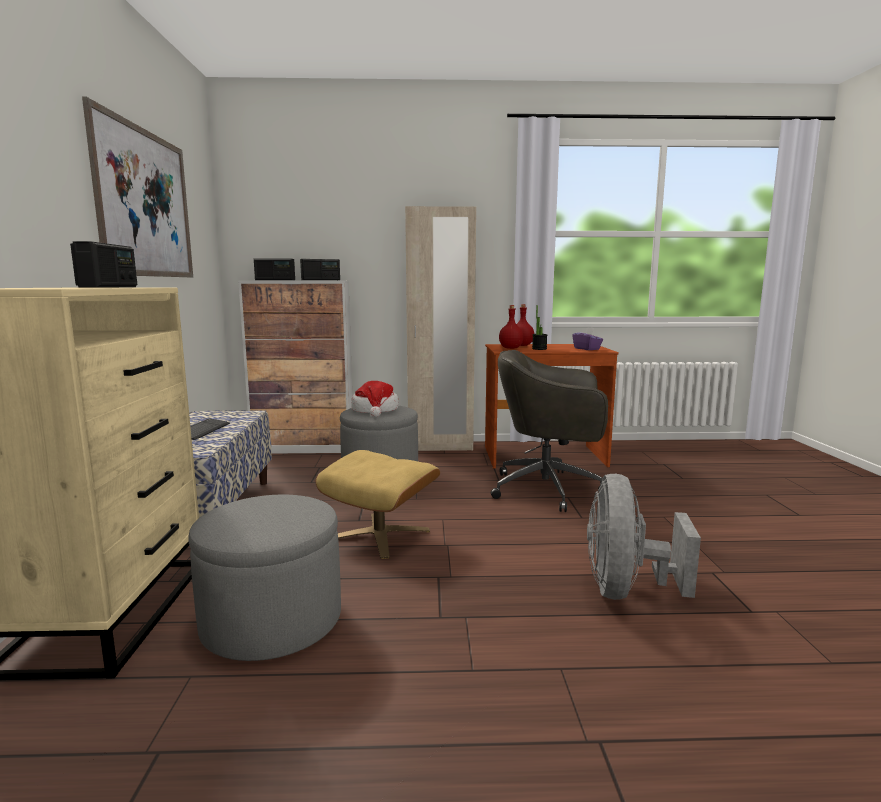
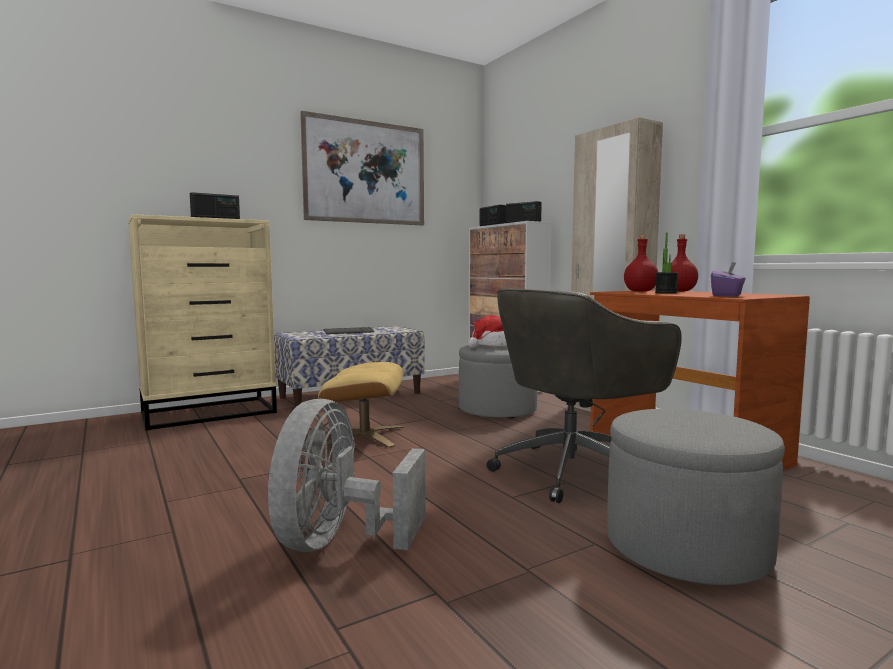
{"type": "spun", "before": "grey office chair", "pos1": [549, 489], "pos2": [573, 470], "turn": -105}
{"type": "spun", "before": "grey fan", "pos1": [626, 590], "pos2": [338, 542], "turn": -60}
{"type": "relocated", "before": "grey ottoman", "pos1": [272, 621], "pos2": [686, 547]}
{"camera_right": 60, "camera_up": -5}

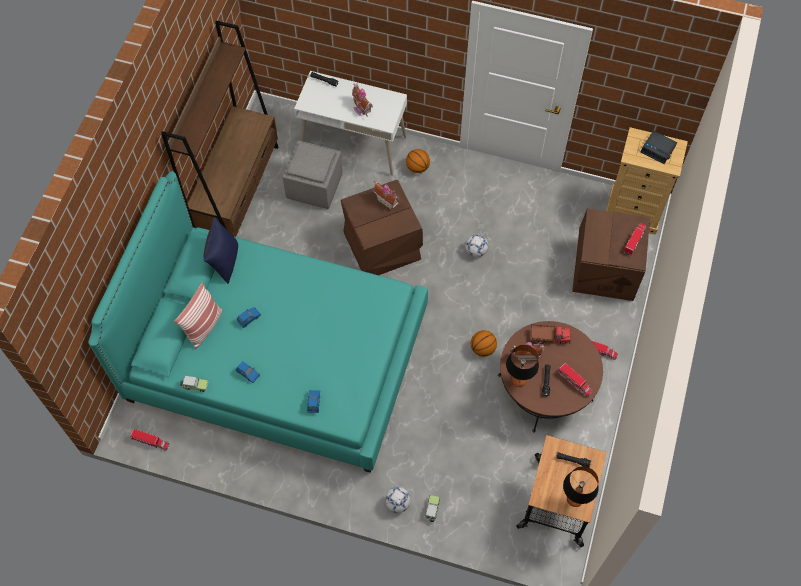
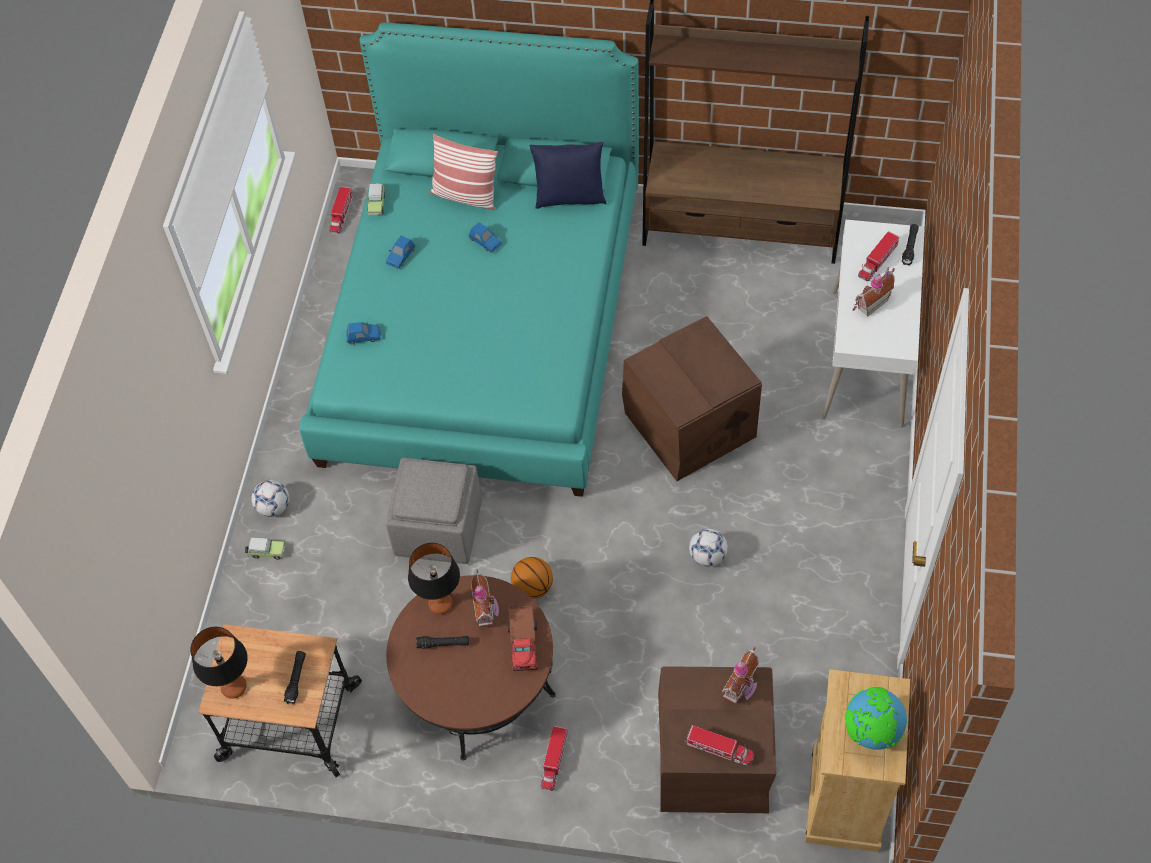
{"type": "exchanged", "before": "alarm clock", "after": "globe", "pos1": [658, 149], "pos2": [872, 731]}
{"type": "relocated", "before": "grey ottoman", "pos1": [314, 186], "pos2": [439, 528]}
{"type": "missing", "before": "basketball", "pos1": [417, 167]}
{"type": "relocated", "before": "toy house", "pos1": [387, 200], "pos2": [742, 688]}
{"type": "relocated", "before": "toy truck", "pos1": [574, 382], "pos2": [877, 261]}
{"camera_right": 85, "camera_up": -5}

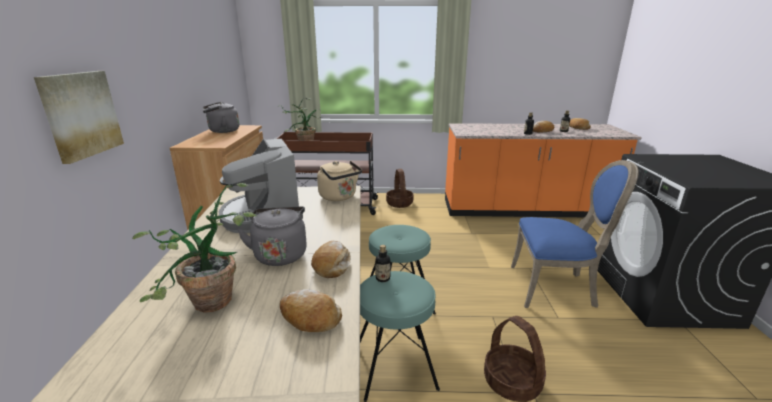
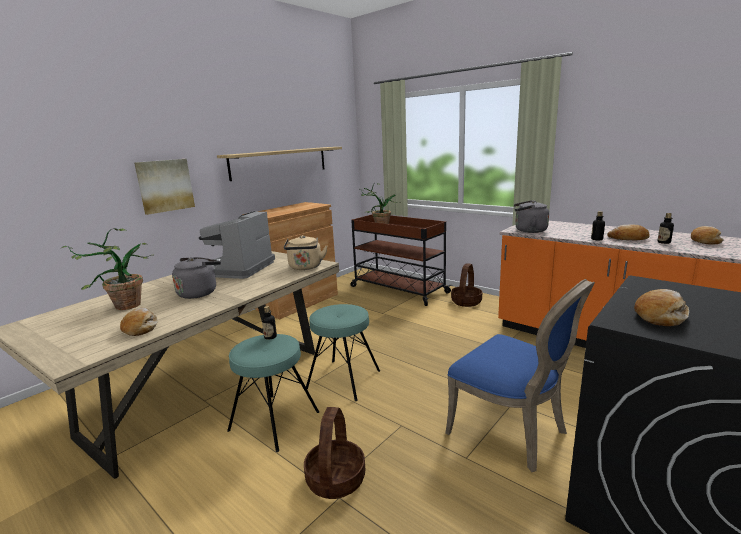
{"type": "relocated", "before": "grey kettle", "pos1": [222, 131], "pos2": [528, 230]}
{"type": "relocated", "before": "bread", "pos1": [332, 265], "pos2": [660, 315]}
{"type": "appeared", "after": "shelf", "pos2": [280, 162]}
{"camera_right": 40, "camera_up": -5}

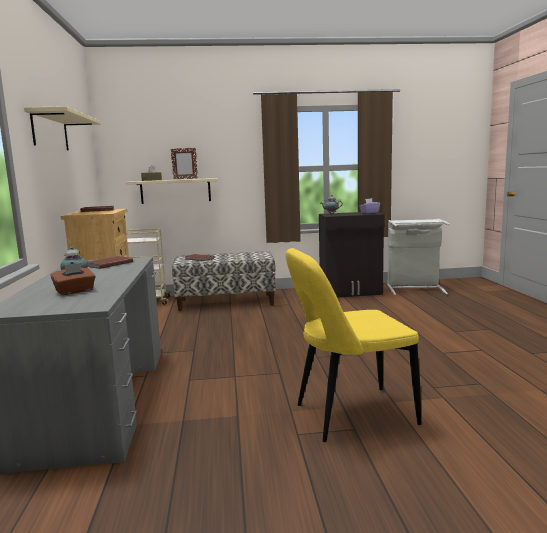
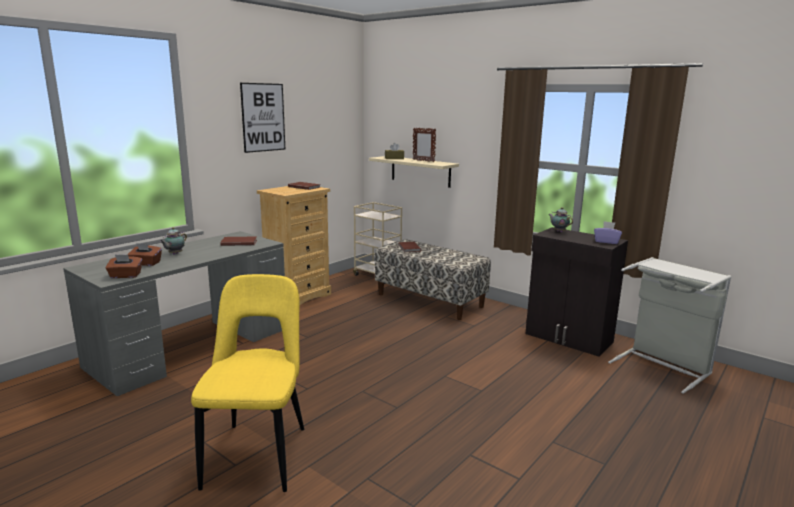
{"type": "exchanged", "before": "beige shelf", "after": "picture", "pos1": [50, 131], "pos2": [263, 117]}
{"type": "spun", "before": "yellow chair", "pos1": [349, 415], "pos2": [258, 453], "turn": 60}
{"type": "appeared", "after": "brown tissue box", "pos2": [125, 276]}
{"camera_right": 45, "camera_up": 5}

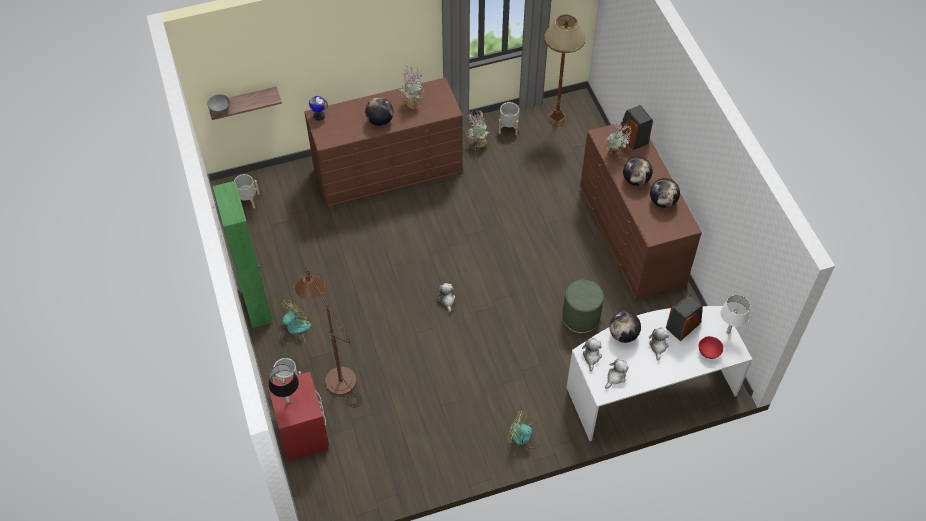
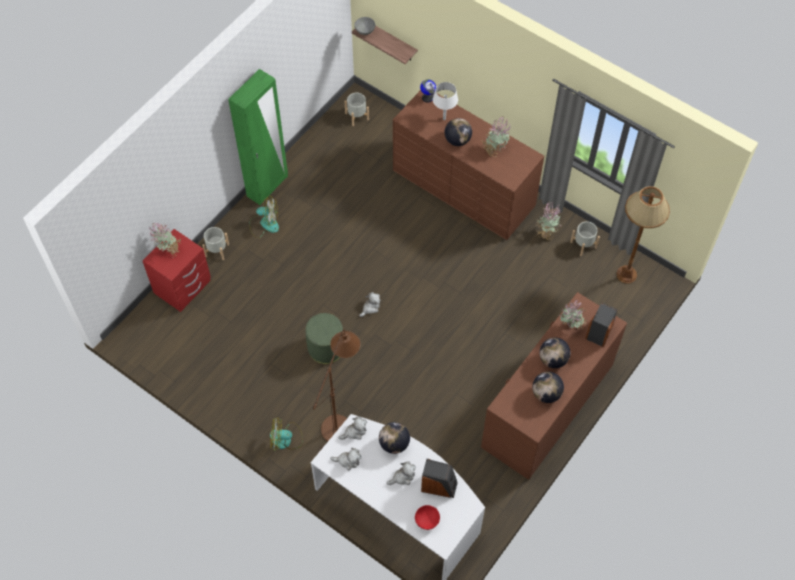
{"type": "relocated", "before": "brown floor lamp", "pos1": [336, 374], "pos2": [340, 421]}
{"type": "relocated", "before": "green ottoman", "pos1": [580, 318], "pos2": [326, 348]}
{"type": "relocated", "before": "white table lamp", "pos1": [728, 332], "pos2": [444, 119]}
{"type": "exchanged", "before": "black table lamp", "after": "potted plant", "pos1": [288, 401], "pos2": [168, 251]}
{"type": "spun", "before": "fan", "pos1": [525, 436], "pos2": [286, 439], "turn": -75}
{"camera_right": 55, "camera_up": 5}

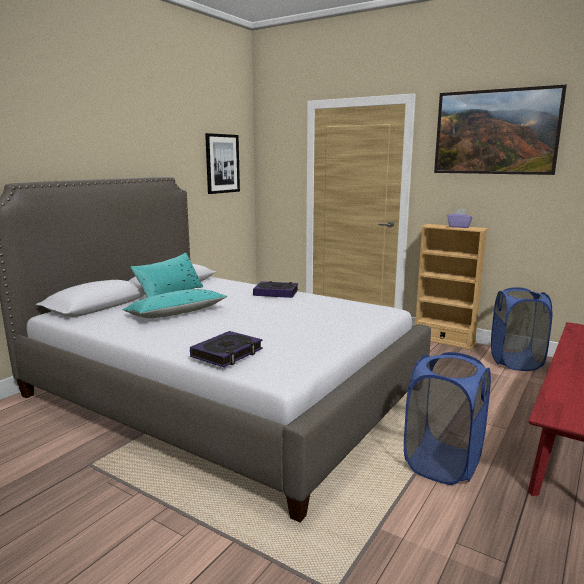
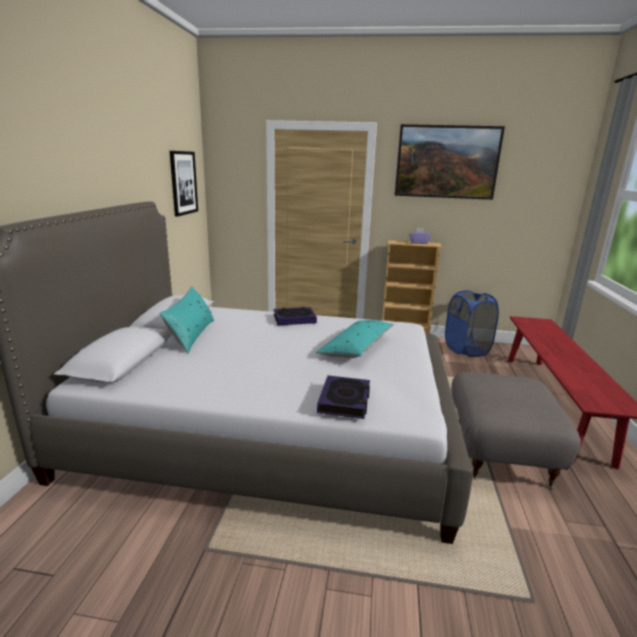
{"type": "relocated", "before": "turquoise pillow", "pos1": [176, 314], "pos2": [356, 348]}
{"type": "exchanged", "before": "blue laundry basket", "after": "grey ottoman", "pos1": [442, 463], "pos2": [497, 452]}
{"camera_right": -25, "camera_up": 5}

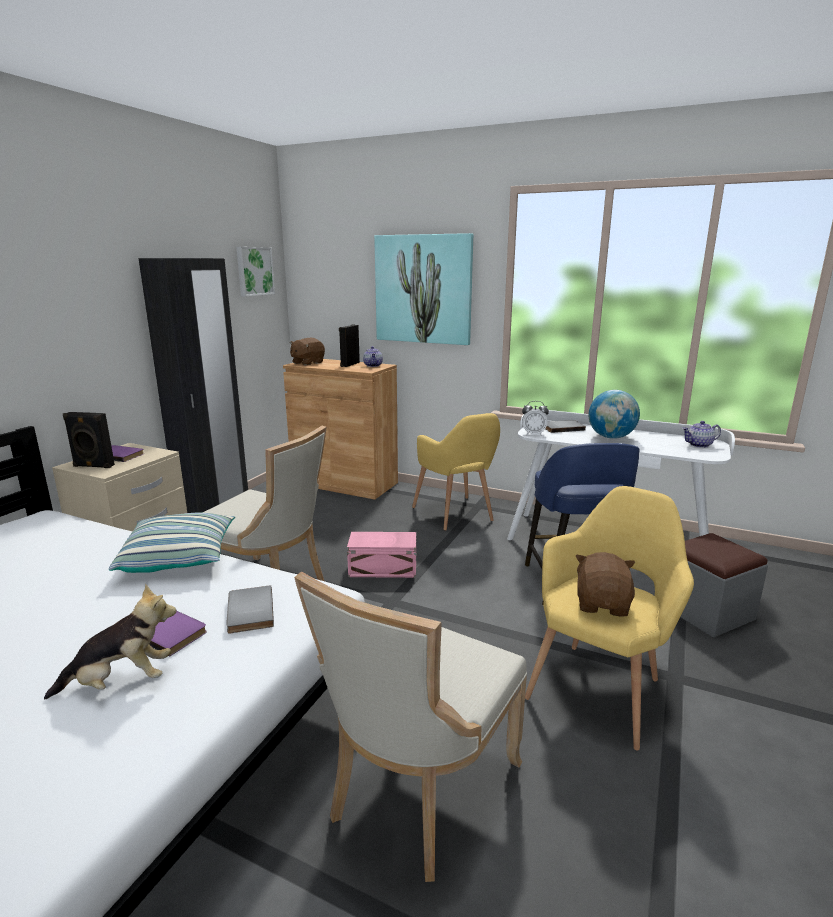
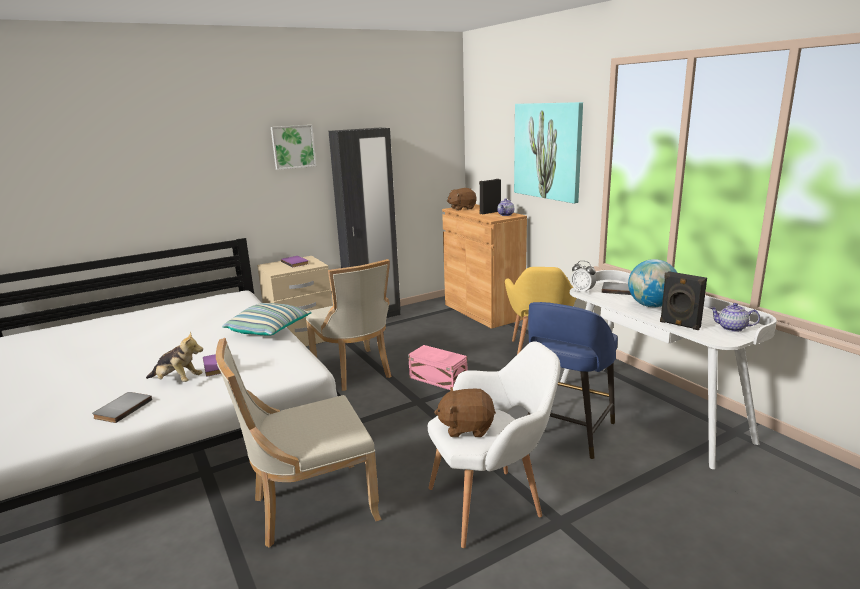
{"type": "relocated", "before": "picture", "pos1": [254, 271], "pos2": [293, 146]}
{"type": "relocated", "before": "black speaker", "pos1": [93, 466], "pos2": [679, 325]}
{"type": "colour", "before": "yellow armchair", "after": "white armchair", "pos1": [601, 686], "pos2": [492, 503]}
{"type": "missing", "before": "grey ottoman", "pos1": [706, 612]}
{"type": "spun", "before": "brown plush toy", "pos1": [602, 604], "pos2": [466, 427], "turn": -135}
{"type": "relocated", "before": "grey book", "pos1": [248, 611], "pos2": [121, 409]}
{"camera_right": 35, "camera_up": 0}

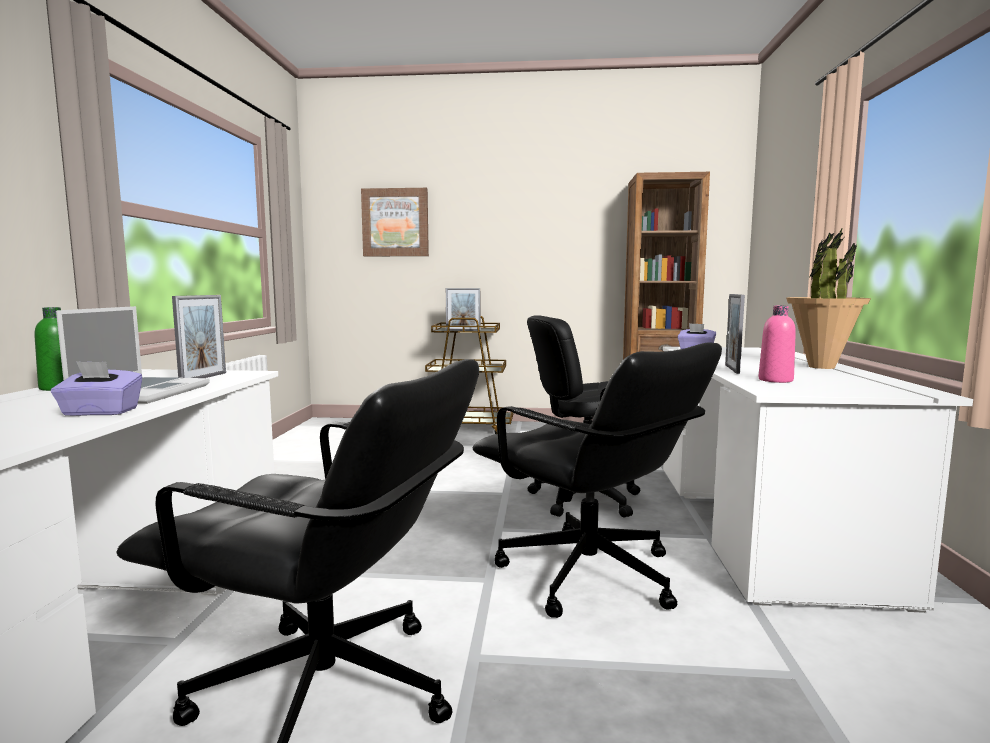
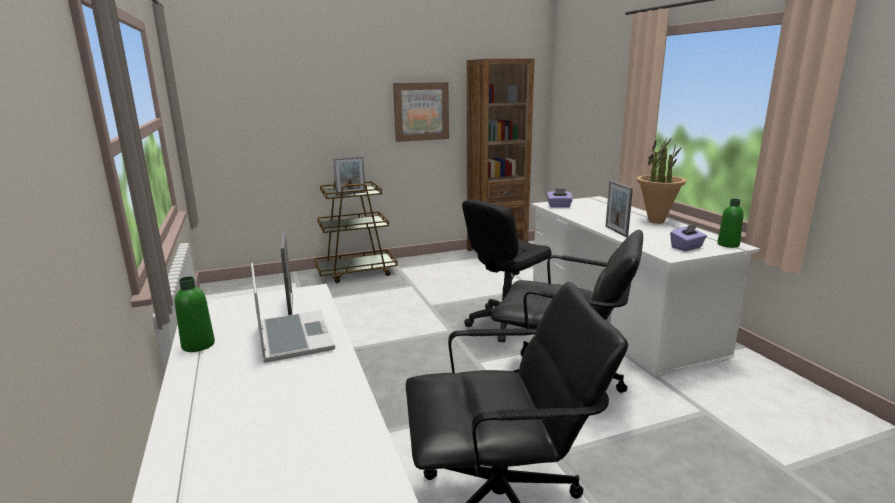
{"type": "relocated", "before": "picture", "pos1": [395, 222], "pos2": [421, 111]}
{"type": "missing", "before": "pink bottle", "pos1": [775, 380]}
{"type": "relocated", "before": "purple tissue box", "pos1": [100, 412], "pos2": [687, 248]}
{"type": "appeared", "after": "green bottle", "pos2": [728, 245]}
{"camera_right": -25, "camera_up": 10}

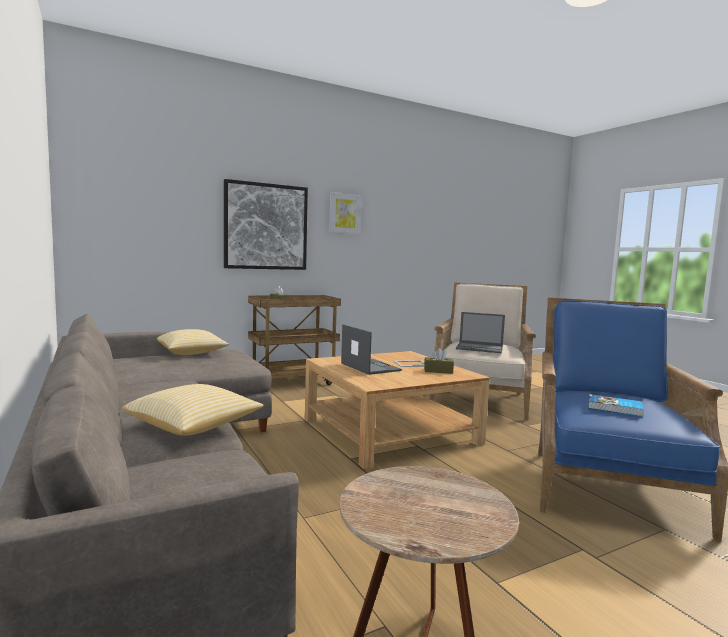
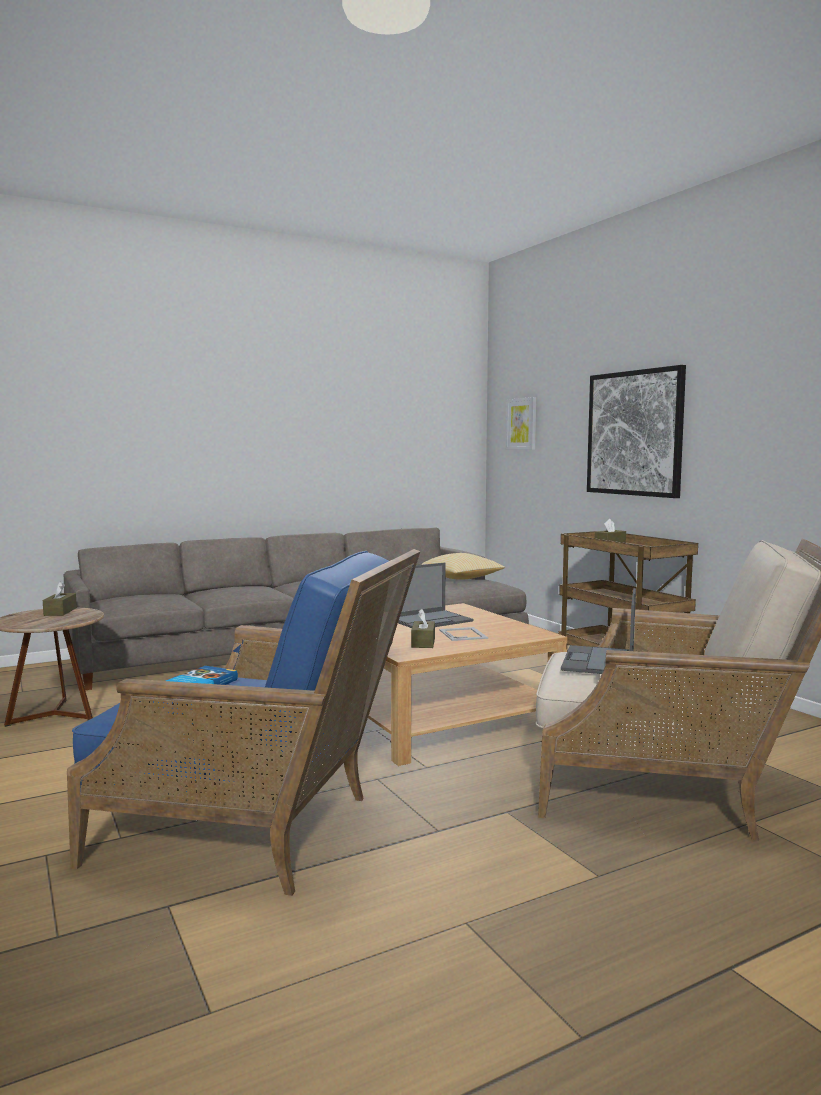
{"type": "relocated", "before": "picture", "pos1": [344, 213], "pos2": [522, 424]}
{"type": "missing", "before": "pillow", "pos1": [194, 426]}
{"type": "appeared", "after": "brown tissue box", "pos2": [60, 611]}
{"camera_right": 90, "camera_up": 0}

